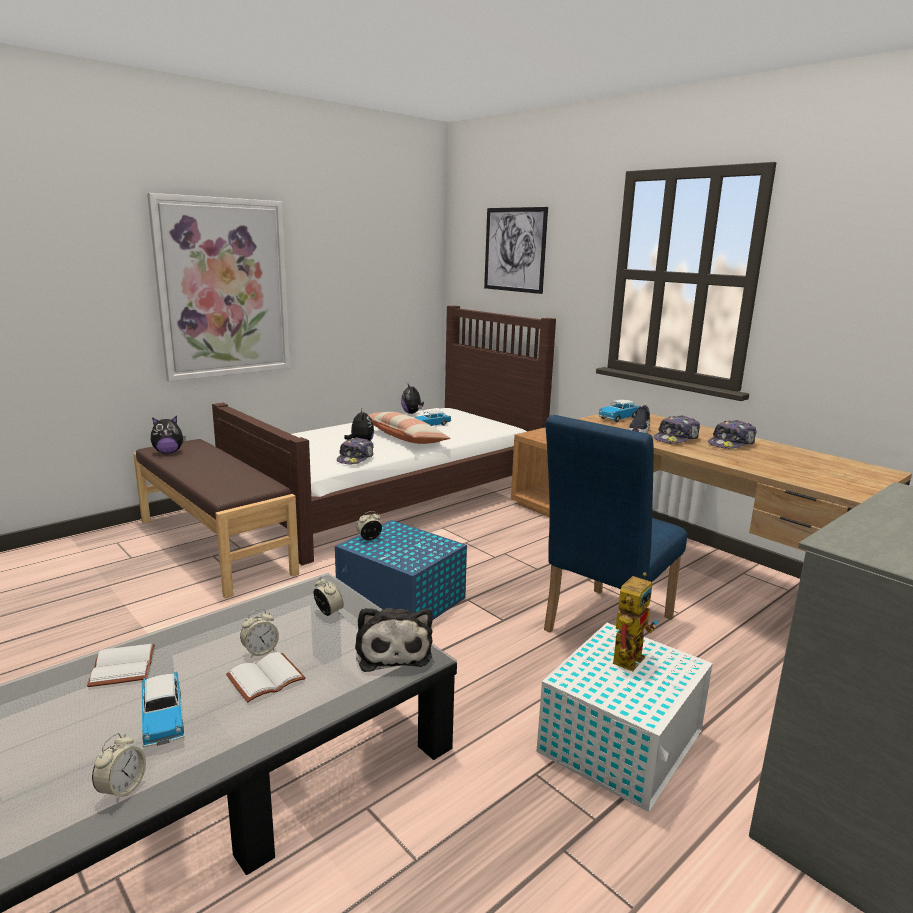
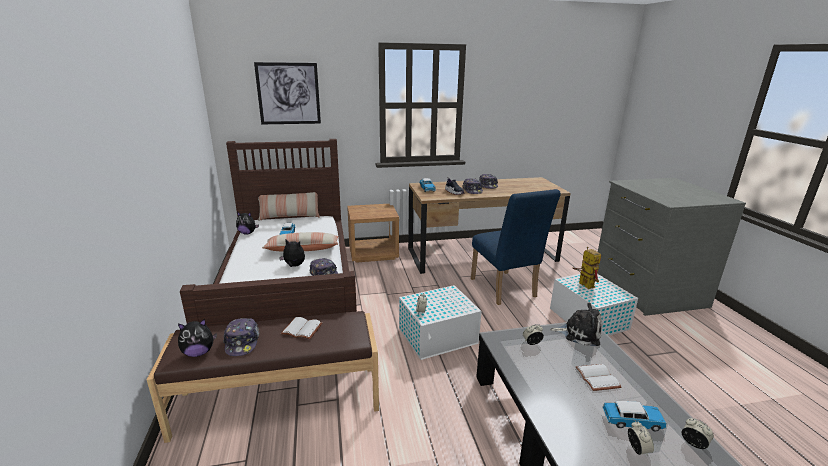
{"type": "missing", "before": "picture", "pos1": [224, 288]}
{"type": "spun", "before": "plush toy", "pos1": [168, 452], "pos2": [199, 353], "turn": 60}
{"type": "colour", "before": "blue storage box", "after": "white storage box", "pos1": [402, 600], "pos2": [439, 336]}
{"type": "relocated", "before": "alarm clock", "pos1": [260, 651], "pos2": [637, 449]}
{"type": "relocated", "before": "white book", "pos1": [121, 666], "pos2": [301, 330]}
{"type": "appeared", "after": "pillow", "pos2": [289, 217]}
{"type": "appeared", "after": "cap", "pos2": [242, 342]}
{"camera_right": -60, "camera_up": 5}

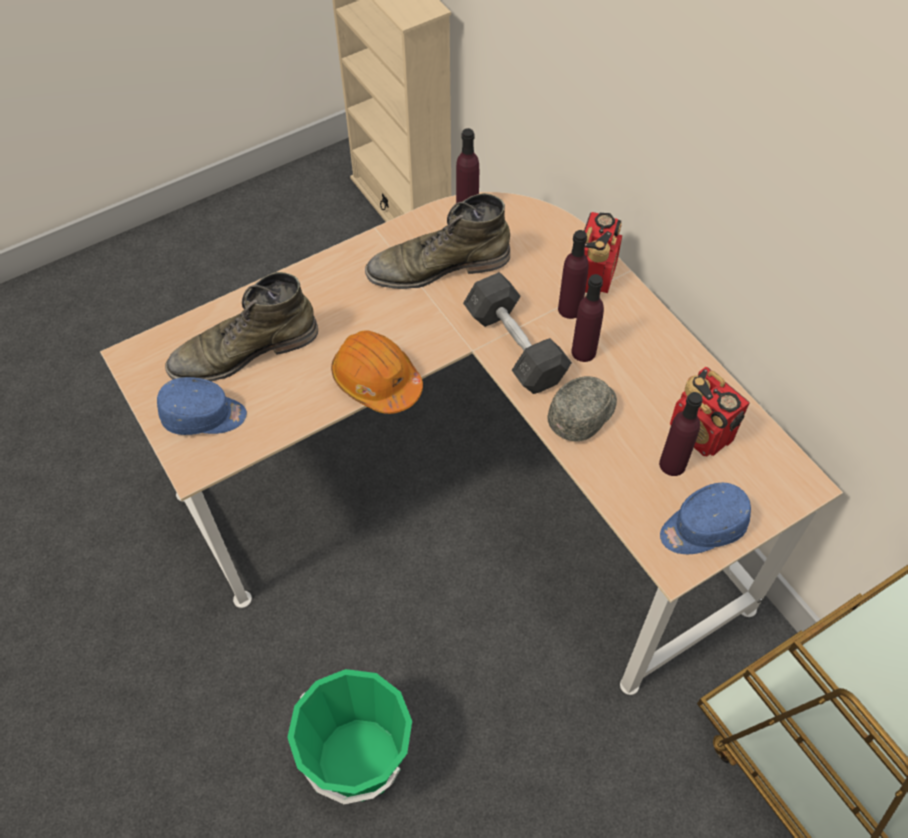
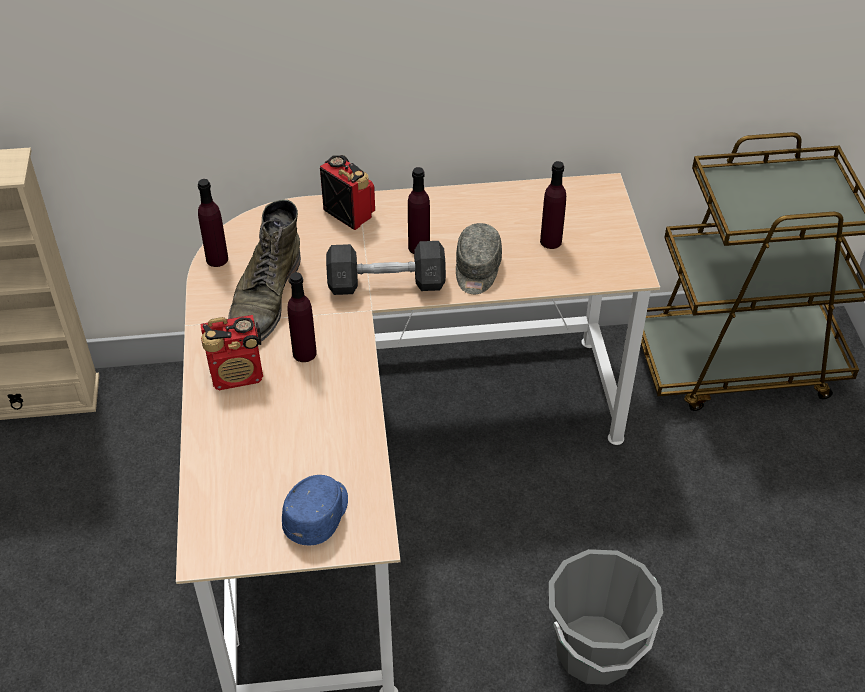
{"type": "relocated", "before": "purple bottle", "pos1": [570, 309], "pos2": [304, 353]}
{"type": "missing", "before": "green boot", "pos1": [244, 351]}
{"type": "missing", "before": "orange hard hat", "pos1": [376, 381]}
{"type": "relocated", "before": "radio", "pos1": [701, 433], "pos2": [238, 375]}
{"type": "spun", "before": "grey cap", "pos1": [583, 414], "pos2": [477, 269], "turn": -150}
{"type": "missing", "before": "blue cap", "pos1": [702, 528]}
{"type": "colour", "before": "green bucket", "after": "grey bucket", "pos1": [359, 760], "pos2": [595, 650]}
{"camera_right": -65, "camera_up": -10}

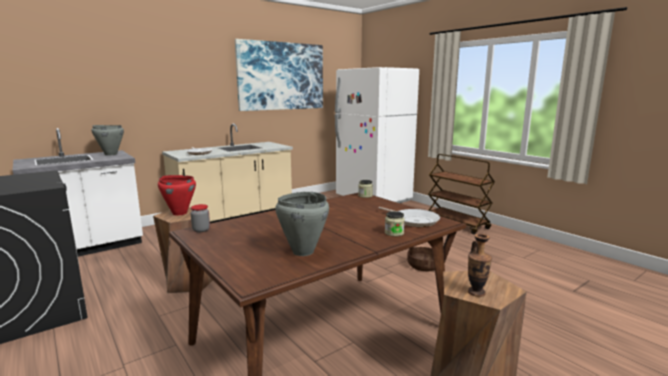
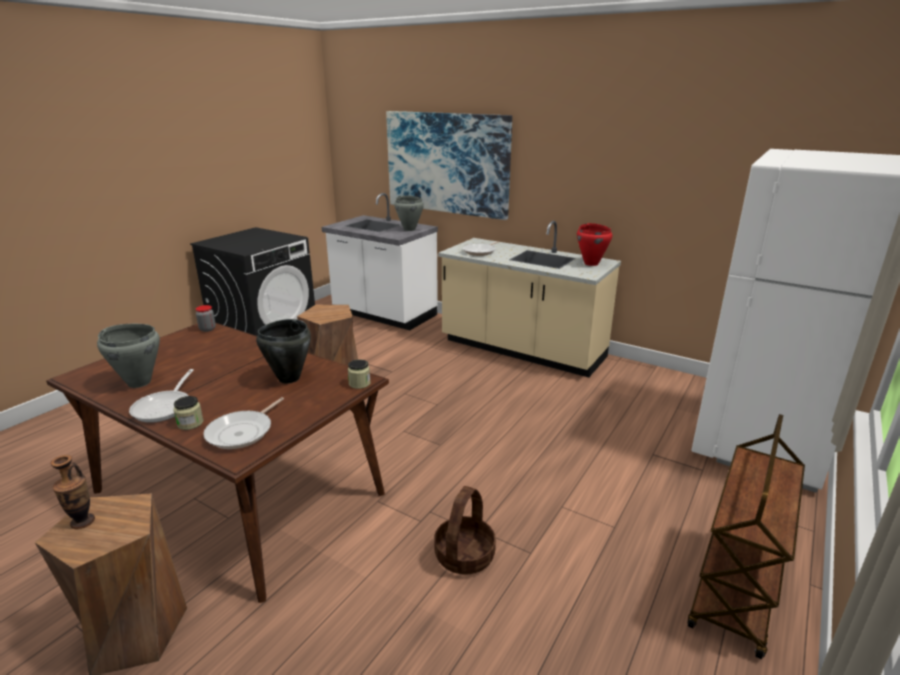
{"type": "relocated", "before": "picture", "pos1": [281, 76], "pos2": [447, 163]}
{"type": "relocated", "before": "red cooking pot", "pos1": [179, 213], "pos2": [591, 263]}
{"type": "appeared", "after": "black cooking pot", "pos2": [288, 378]}
{"type": "appeared", "after": "frying pan", "pos2": [165, 407]}
{"camera_right": 70, "camera_up": 10}

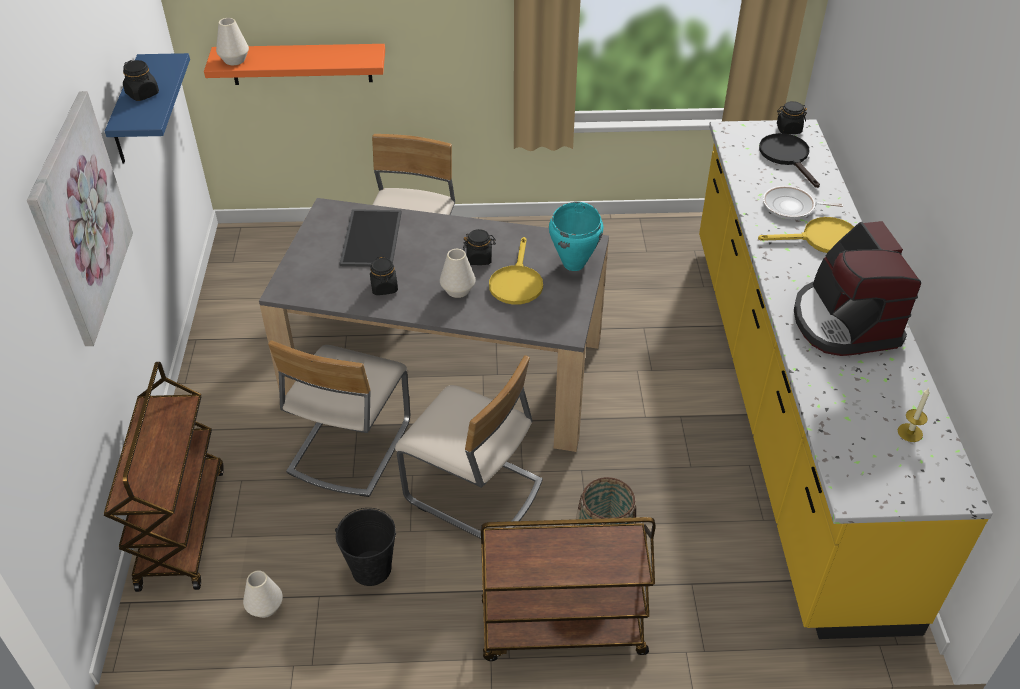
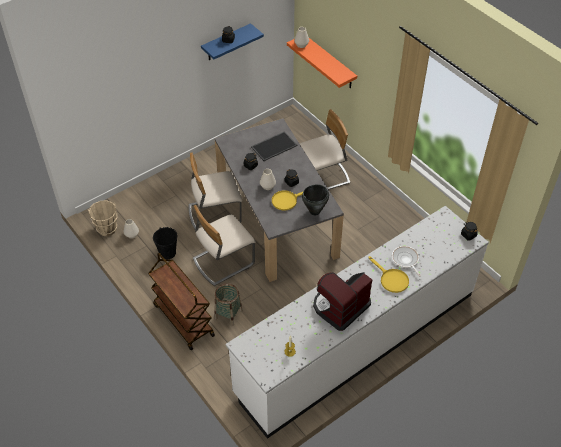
{"type": "missing", "before": "picture", "pos1": [81, 218]}
{"type": "colour", "before": "yellow counter", "after": "white counter", "pos1": [788, 408], "pos2": [356, 342]}
{"type": "missing", "before": "black frying pan", "pos1": [787, 157]}
{"type": "colour", "before": "turquoise cooking pot", "after": "black cooking pot", "pos1": [574, 264], "pos2": [315, 211]}
{"type": "spun", "before": "beige chair", "pos1": [473, 492], "pos2": [223, 261], "turn": 60}
{"type": "missing", "before": "brown cart", "pos1": [181, 526]}
{"type": "appeared", "after": "beige bucket", "pos2": [107, 229]}
{"camera_right": 55, "camera_up": 5}

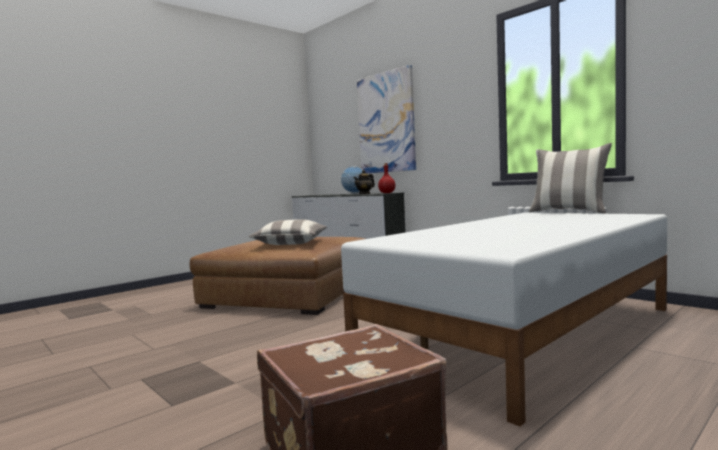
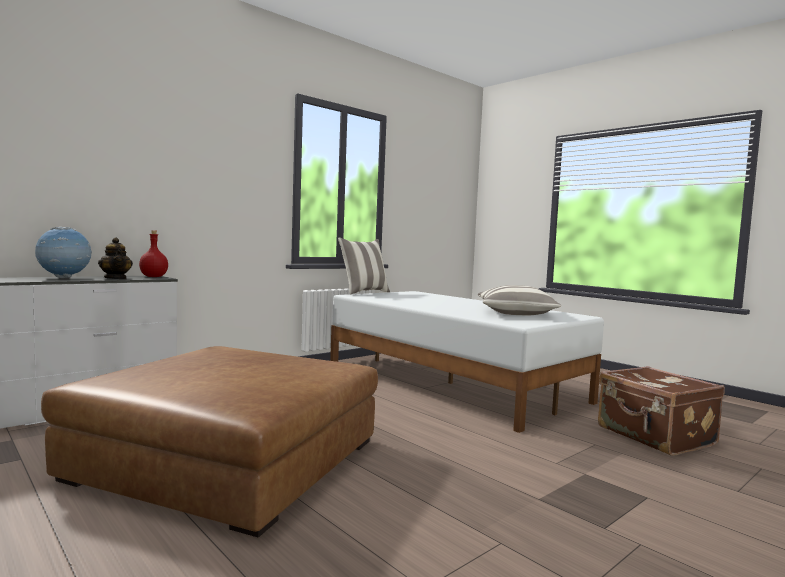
{"type": "missing", "before": "picture", "pos1": [386, 123]}
{"type": "relocated", "before": "pillow", "pos1": [290, 243], "pos2": [515, 313]}
{"camera_right": -90, "camera_up": 0}

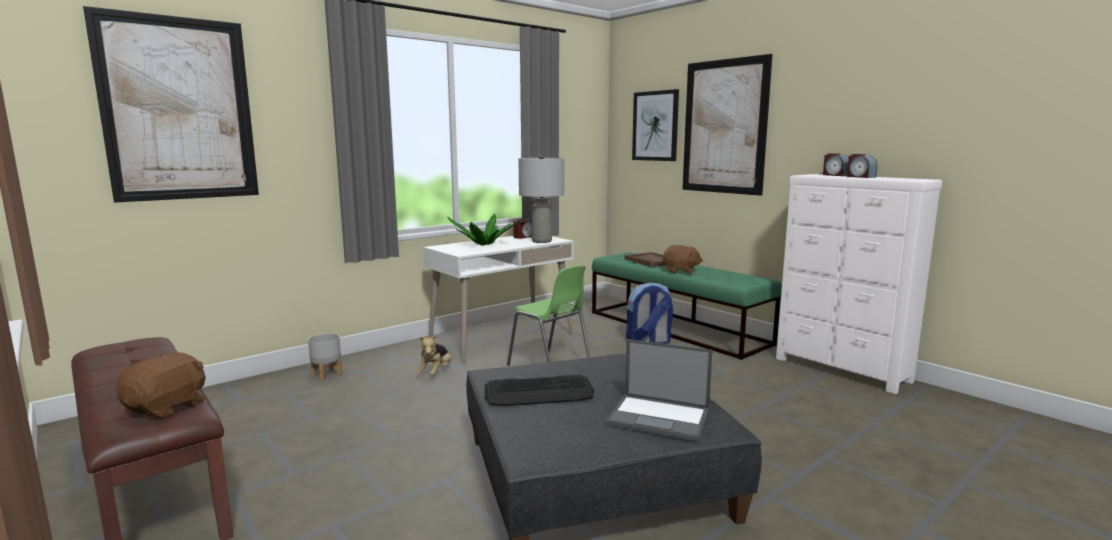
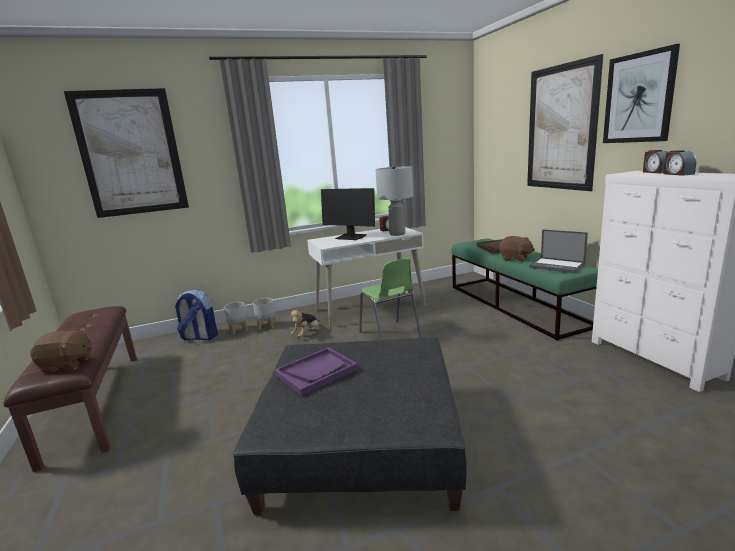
{"type": "relocated", "before": "picture", "pos1": [655, 126], "pos2": [639, 98]}
{"type": "exchanged", "before": "potted plant", "after": "monitor", "pos1": [484, 244], "pos2": [351, 237]}
{"type": "relocated", "before": "backpack", "pos1": [648, 342], "pos2": [199, 337]}
{"type": "relocated", "before": "laptop", "pos1": [660, 417], "pos2": [557, 265]}
{"type": "spun", "before": "brown plush toy", "pos1": [168, 408], "pos2": [67, 365], "turn": 45}
{"type": "exchanged", "before": "keyboard", "after": "purple tray", "pos1": [539, 392], "pos2": [316, 372]}
{"type": "appeared", "after": "grey planter", "pos2": [267, 326]}
{"camera_right": 20, "camera_up": 5}

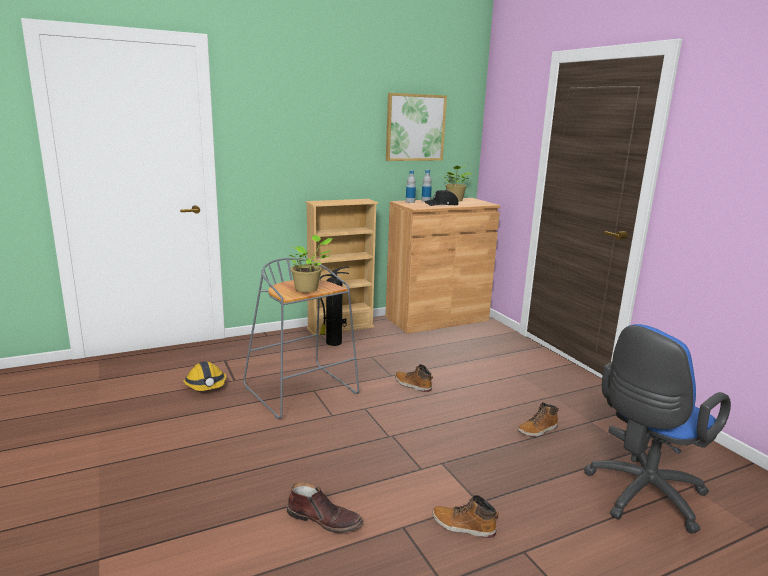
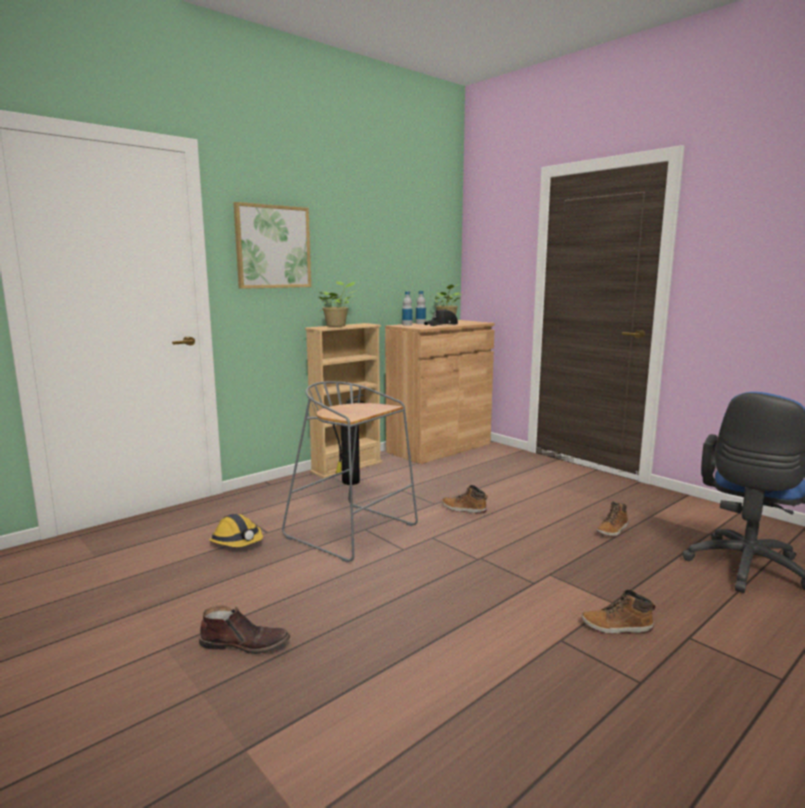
{"type": "relocated", "before": "picture", "pos1": [415, 127], "pos2": [273, 247]}
{"type": "relocated", "before": "potted plant", "pos1": [308, 289], "pos2": [337, 326]}
{"type": "relocated", "before": "brown boot", "pos1": [324, 519], "pos2": [245, 644]}
{"camera_right": -15, "camera_up": -5}

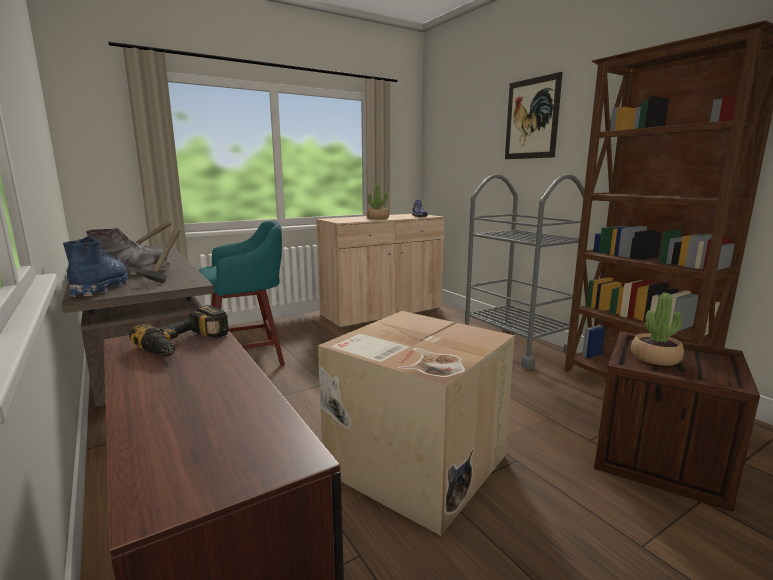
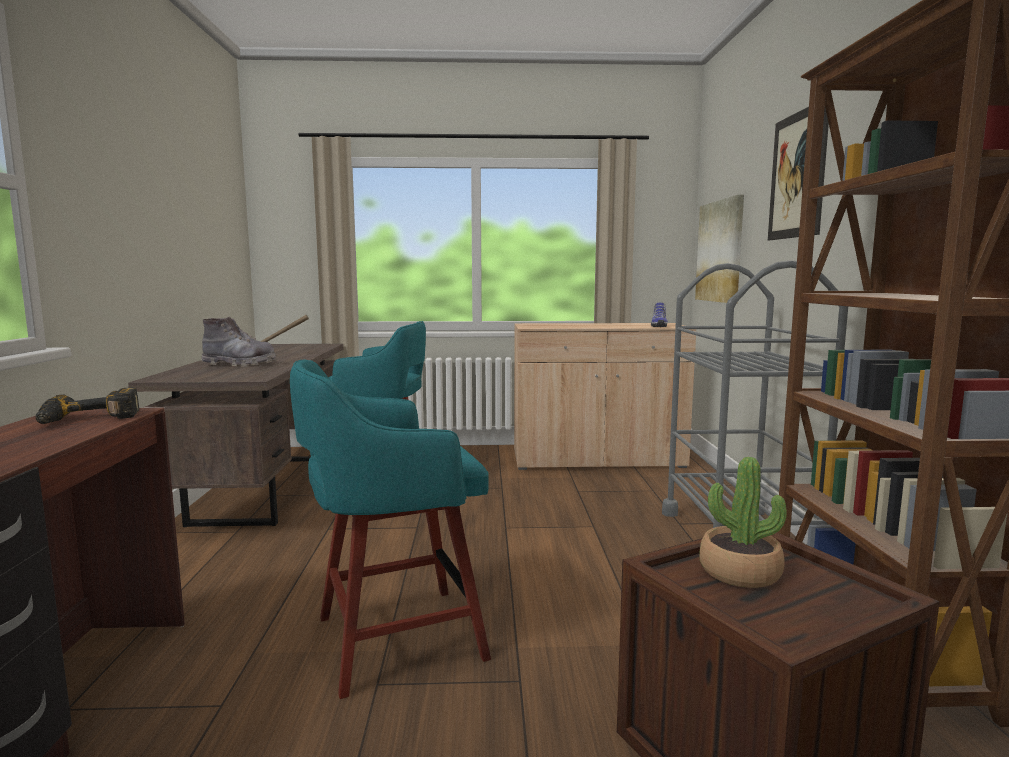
{"type": "missing", "before": "potted plant", "pos1": [378, 218]}
{"type": "missing", "before": "hammer", "pos1": [166, 277]}
{"type": "missing", "before": "blue boot", "pos1": [101, 288]}
{"type": "exchanged", "before": "cardboard box", "after": "turquoise stool", "pos1": [413, 463], "pos2": [393, 639]}
{"type": "appeared", "after": "picture", "pos2": [720, 251]}
{"camera_right": 30, "camera_up": -5}

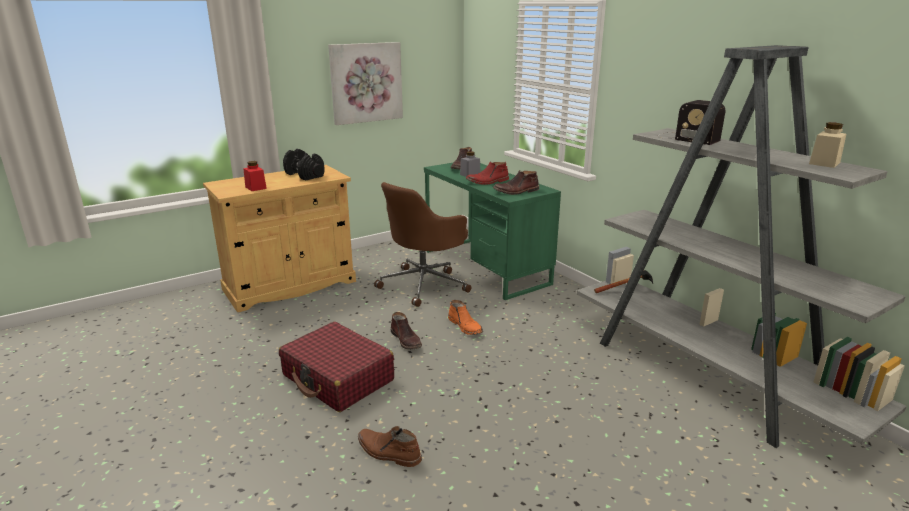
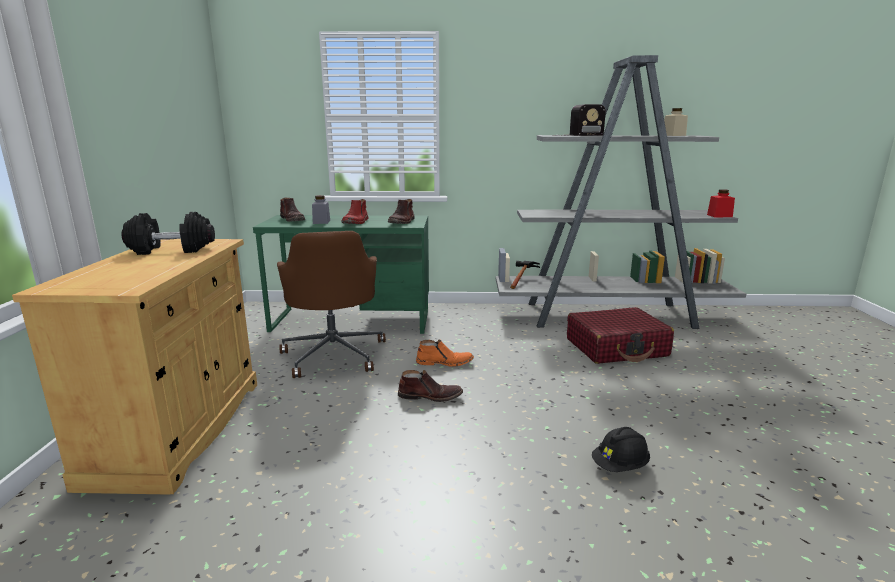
{"type": "missing", "before": "picture", "pos1": [366, 83]}
{"type": "relocated", "before": "red jar", "pos1": [255, 187], "pos2": [719, 216]}
{"type": "relocated", "before": "red suitcase", "pos1": [338, 378], "pos2": [617, 348]}
{"type": "exchanged", "before": "brown boot", "after": "black hard hat", "pos1": [388, 452], "pos2": [620, 466]}
{"camera_right": -55, "camera_up": -5}

